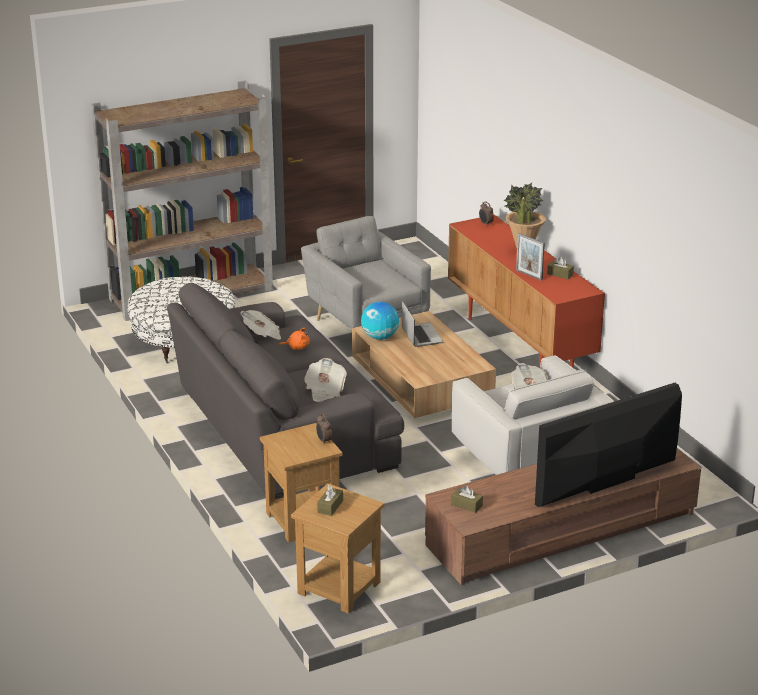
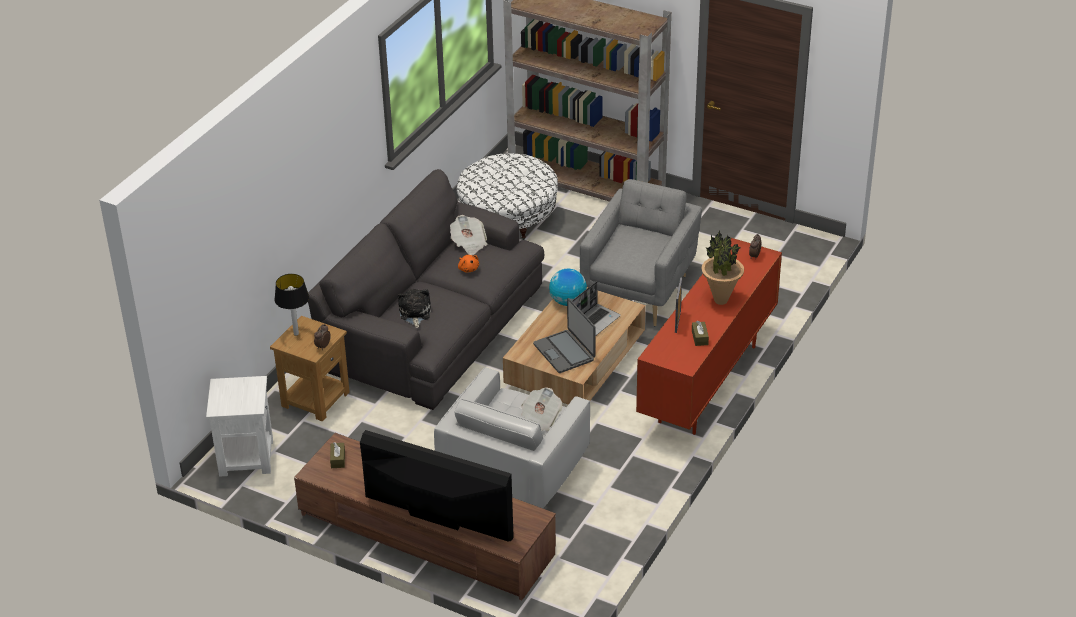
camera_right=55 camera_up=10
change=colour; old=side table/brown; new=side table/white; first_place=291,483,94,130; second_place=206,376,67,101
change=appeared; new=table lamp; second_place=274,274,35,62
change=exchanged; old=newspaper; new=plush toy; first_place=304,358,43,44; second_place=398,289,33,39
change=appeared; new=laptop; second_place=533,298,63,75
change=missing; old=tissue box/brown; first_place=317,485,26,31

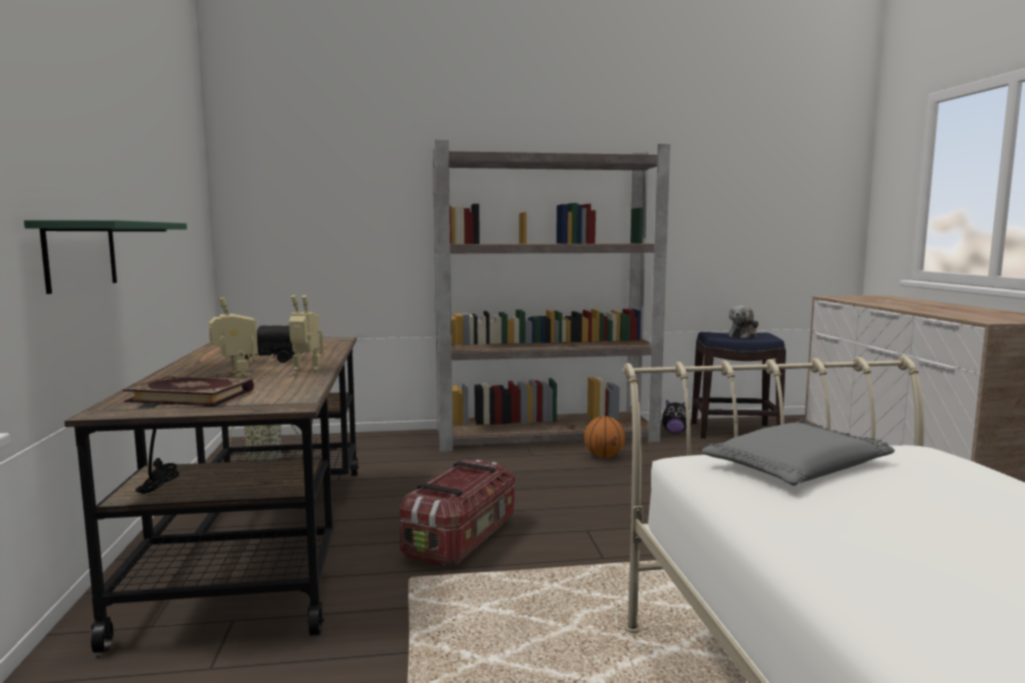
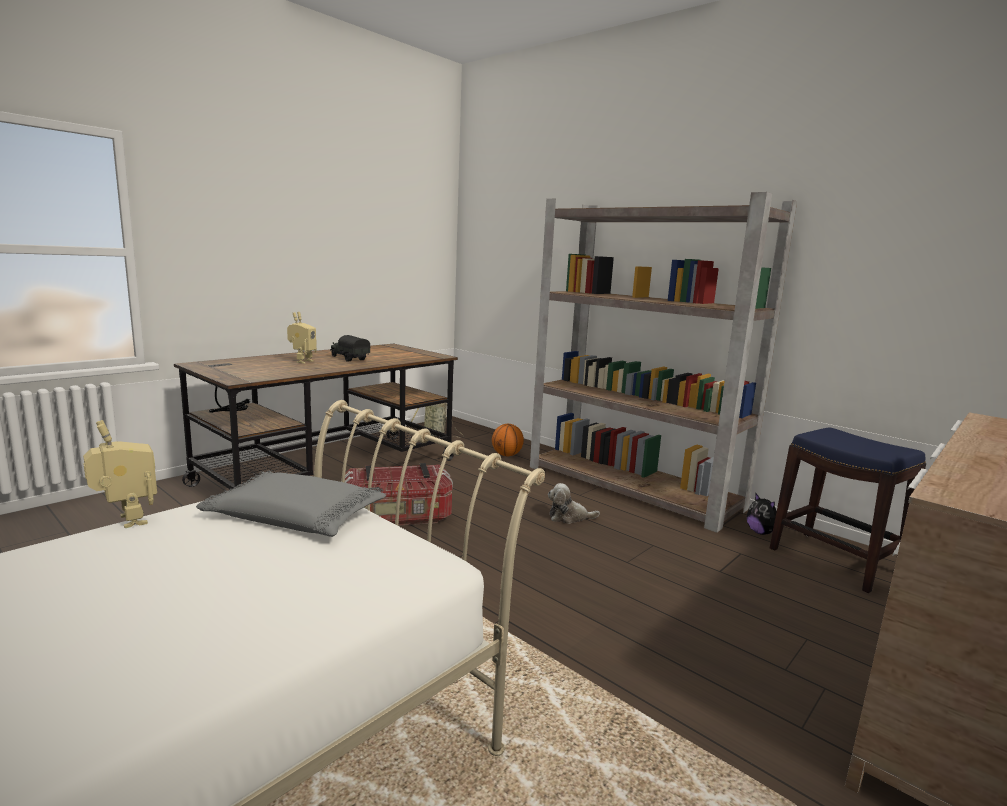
camera_right=50 camera_up=5
change=relocated; old=toy robot; first_place=289,295,35,76; second_place=83,420,74,108
change=relocated; old=basketball; first_place=584,416,41,42; second_place=492,424,32,33
change=relocated; old=plush toy; first_place=728,305,31,33; second_place=548,483,52,41
change=missing; old=shelf/green; first_place=24,220,163,74
change=missing; old=book; first_place=123,376,131,30

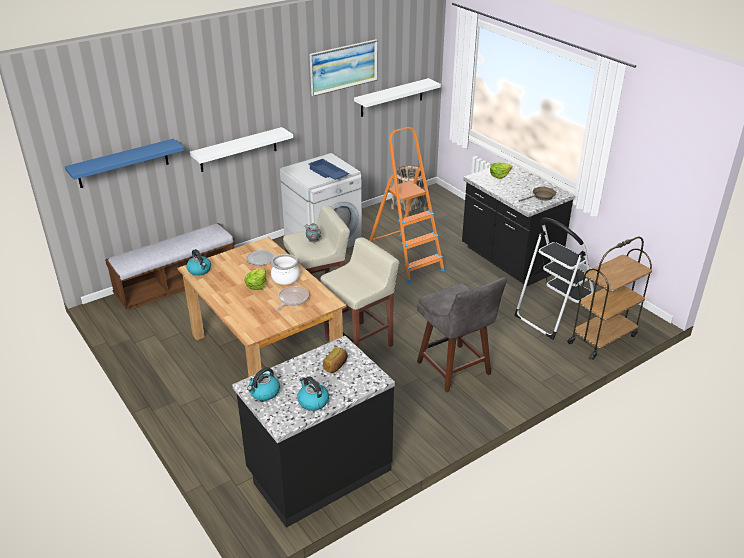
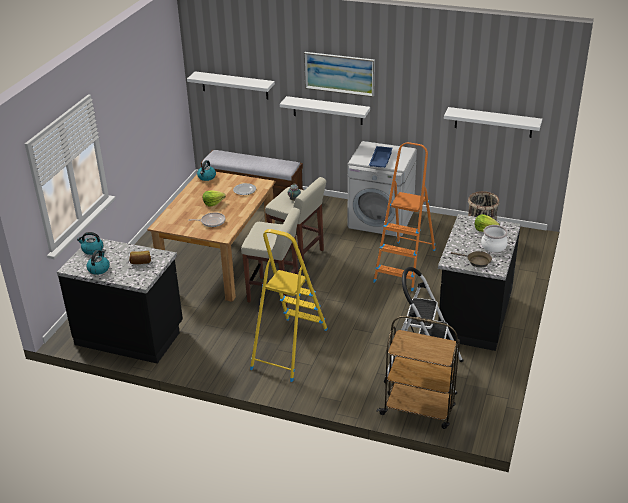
camera_right=55 camera_up=0
change=colour; old=shelf/blue; new=shelf/white; first_place=65,139,119,49; second_place=187,71,88,28
change=exchanged; old=stool/grey; new=step ladder/yellow; first_place=417,277,90,116; second_place=250,229,78,153
change=relocated; old=picture; first_place=310,39,68,57; second_place=304,52,71,45
change=relocated; old=cooking pot; first_place=271,254,29,31; second_place=481,225,27,27

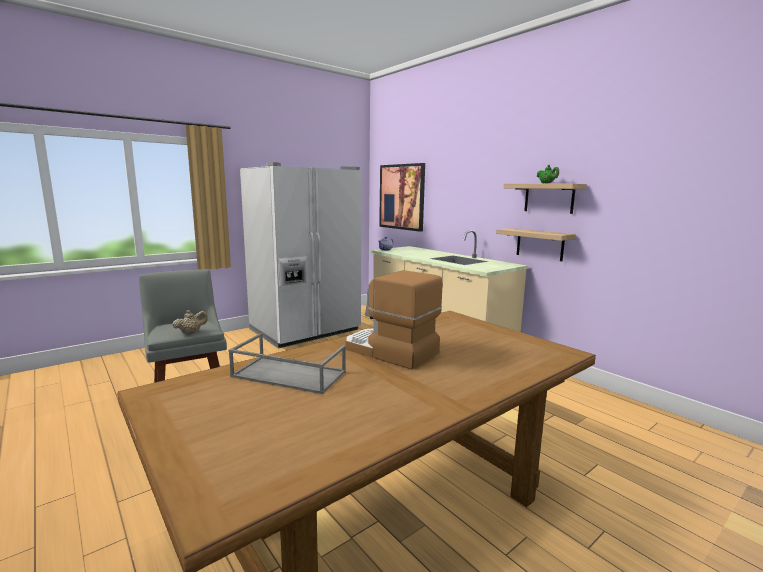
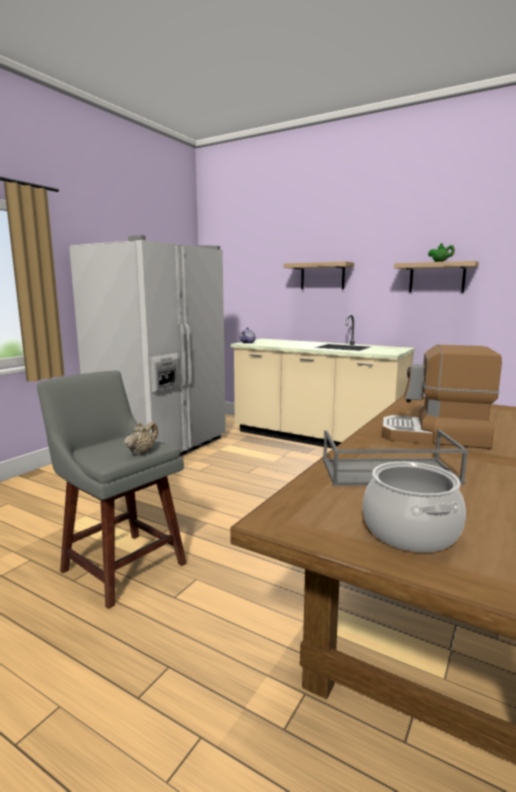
camera_right=-20 camera_up=0
change=relocated; old=shelf; first_place=496,228,80,33; second_place=283,261,71,28
change=appeared; new=cooking pot; second_place=363,462,103,90
change=missing; old=picture; first_place=379,163,46,69

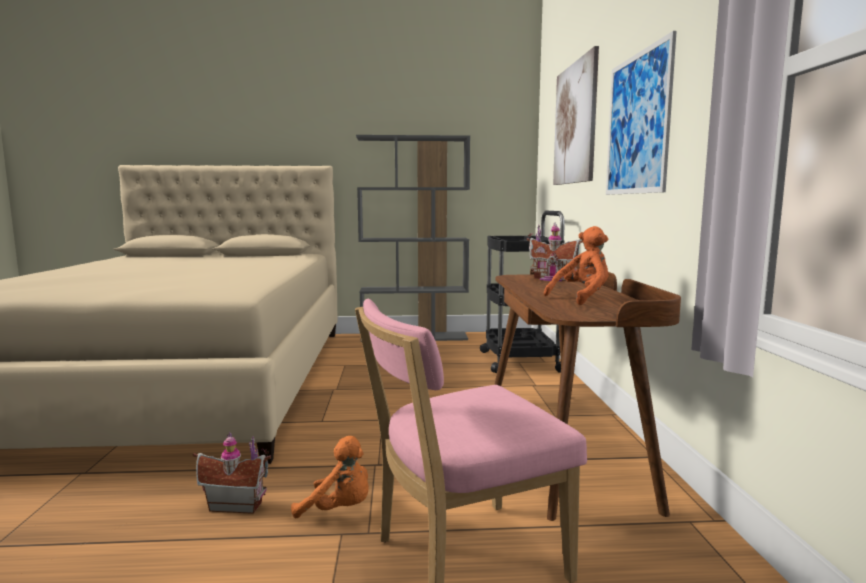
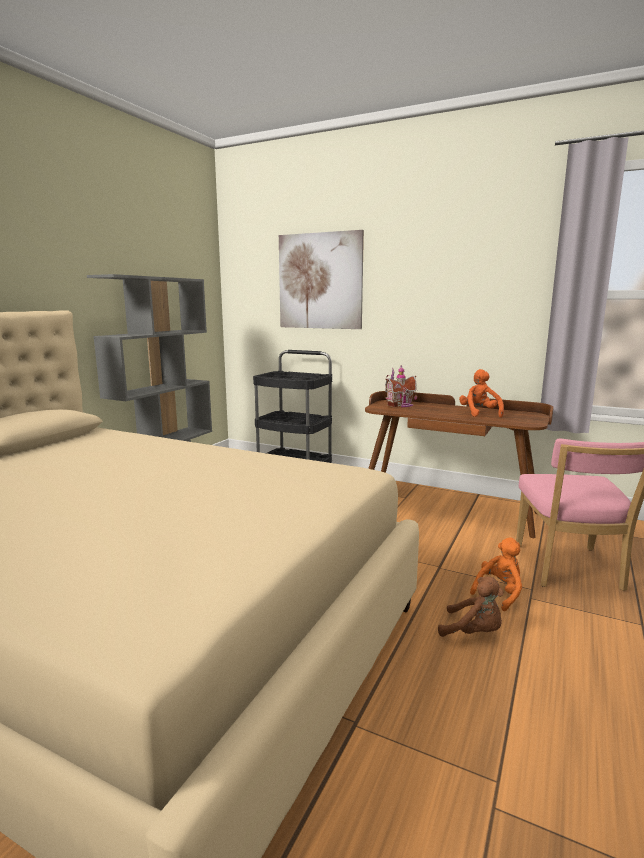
camera_right=-60 camera_up=5
change=exchanged; old=toy house; new=plush toy/brown; first_place=193,432,78,82; second_place=438,577,66,60
change=missing; old=picture; first_place=606,31,71,164

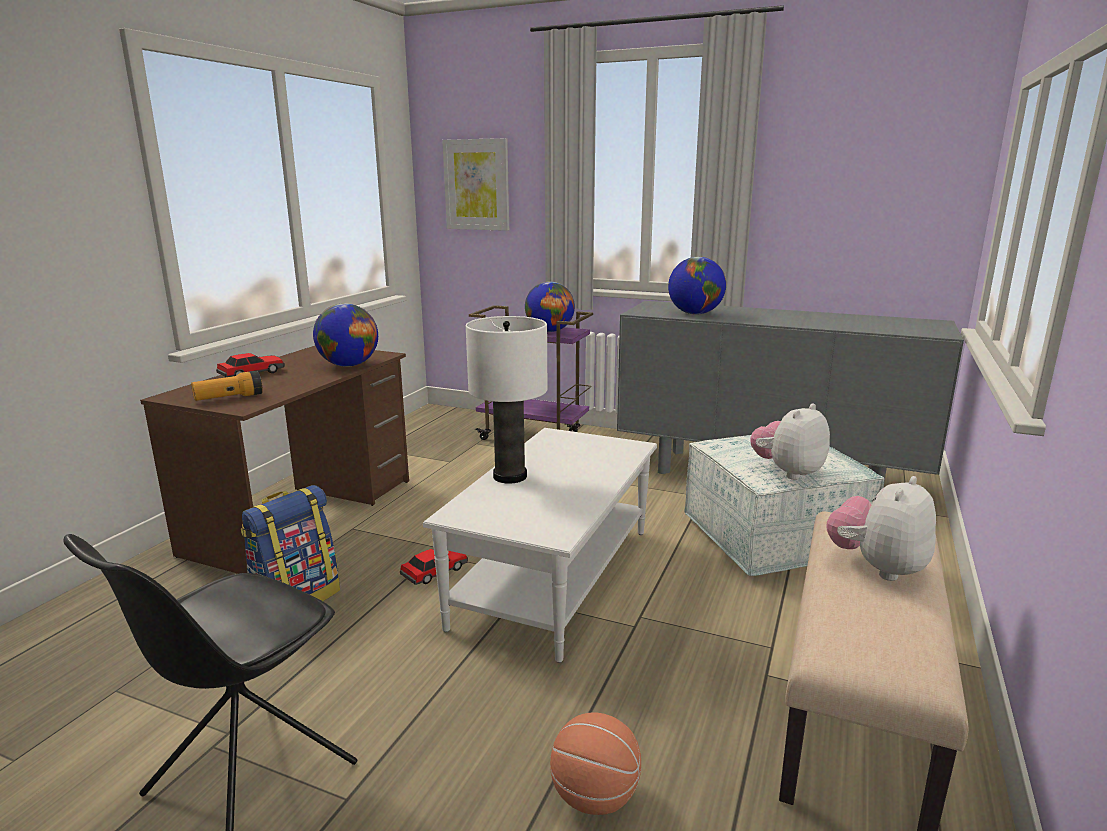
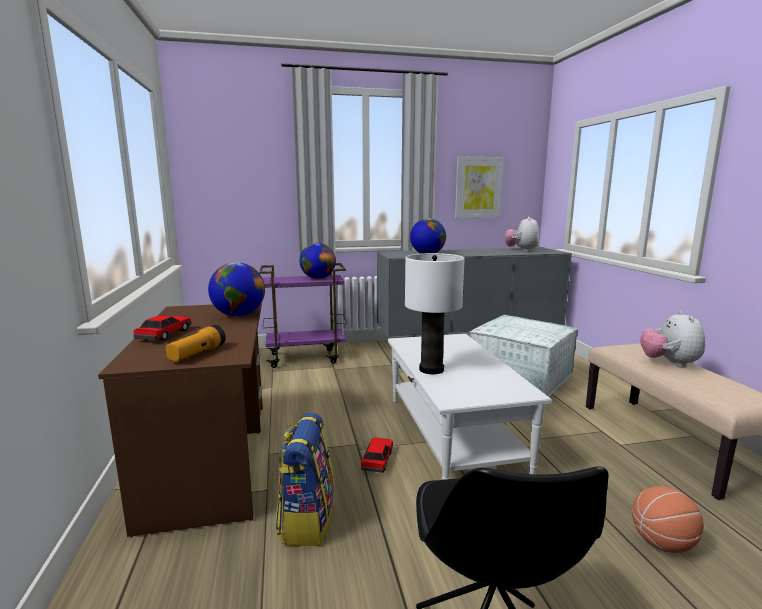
camera_right=-35 camera_up=-5
change=relocated; old=picture; first_place=442,138,67,93; second_place=455,156,49,62
change=relocated; old=plush toy; first_place=750,403,80,77; second_place=505,217,34,35

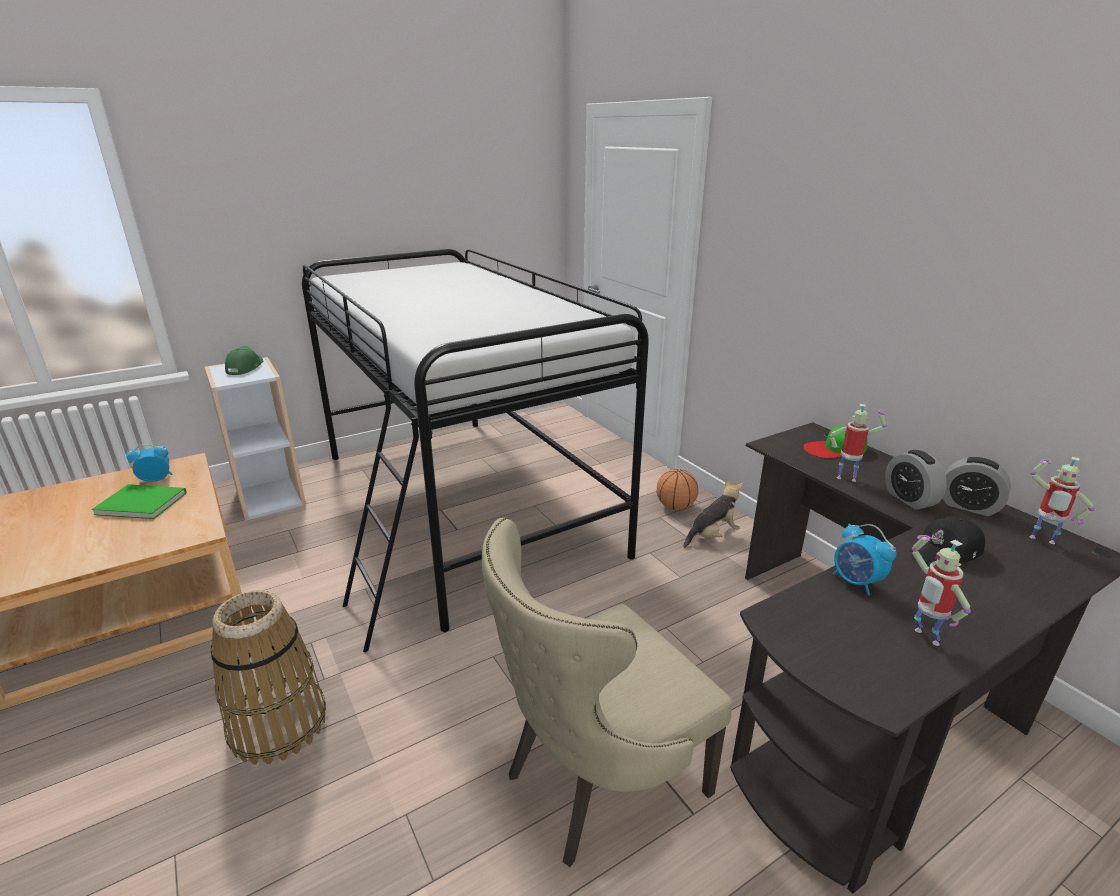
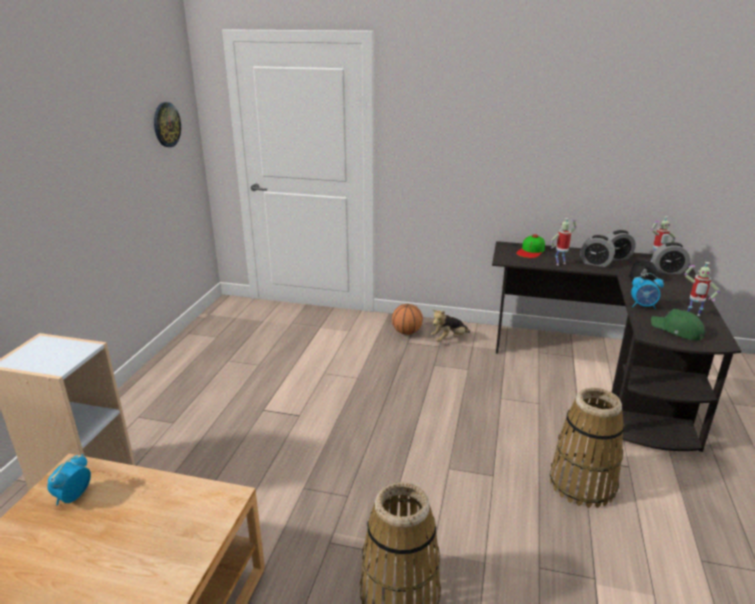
camera_right=-45 camera_up=0
change=appeared; new=wall clock; second_place=154,102,27,45
change=spun; old=plush toy; first_place=683,479,60,69; second_place=431,310,39,32; degrees=-135
change=exchanged; old=chair/beige; new=basket; first_place=482,518,250,349; second_place=550,388,74,120
change=relocated; old=cap/green; first_place=225,346,38,29; second_place=651,309,54,31
change=appeared; new=alarm clock; second_place=652,242,38,32
change=missing; old=book/green; first_place=92,484,95,35
change=missing; old=bed/black; first_place=302,249,347,403

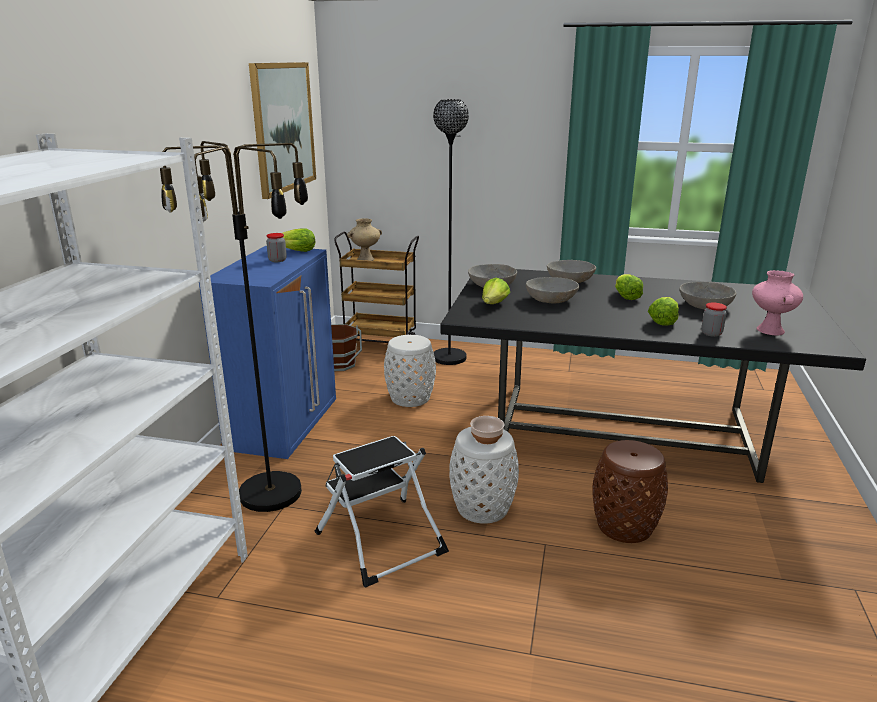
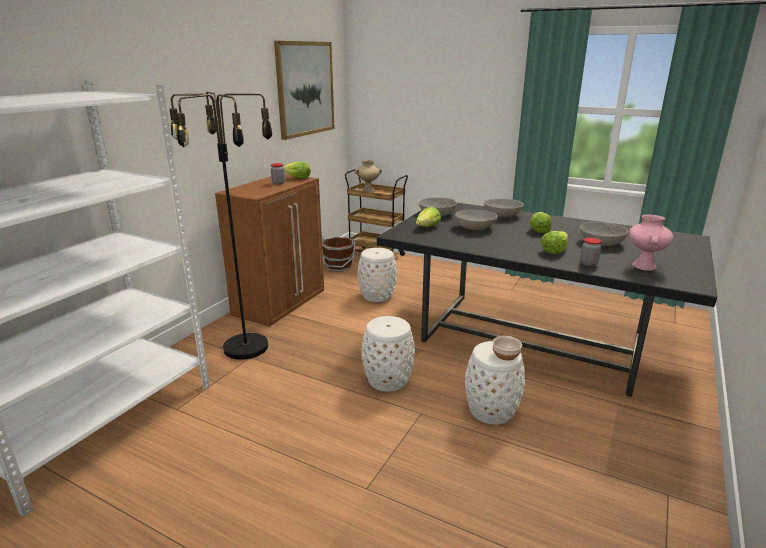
camera_right=15 camera_up=0
change=colour; old=cabinet/blue; new=cabinet/brown; first_place=199,246,137,213; second_place=215,174,109,153
change=colour; old=stool/brown; new=stool/white; first_place=592,440,76,103; second_place=465,341,60,84
change=relocated; old=bowl; first_place=470,416,34,28; second_place=492,336,30,25
change=missing; old=step ladder; first_place=315,436,134,152
change=missing; old=floor lamp/black; first_place=433,99,36,266

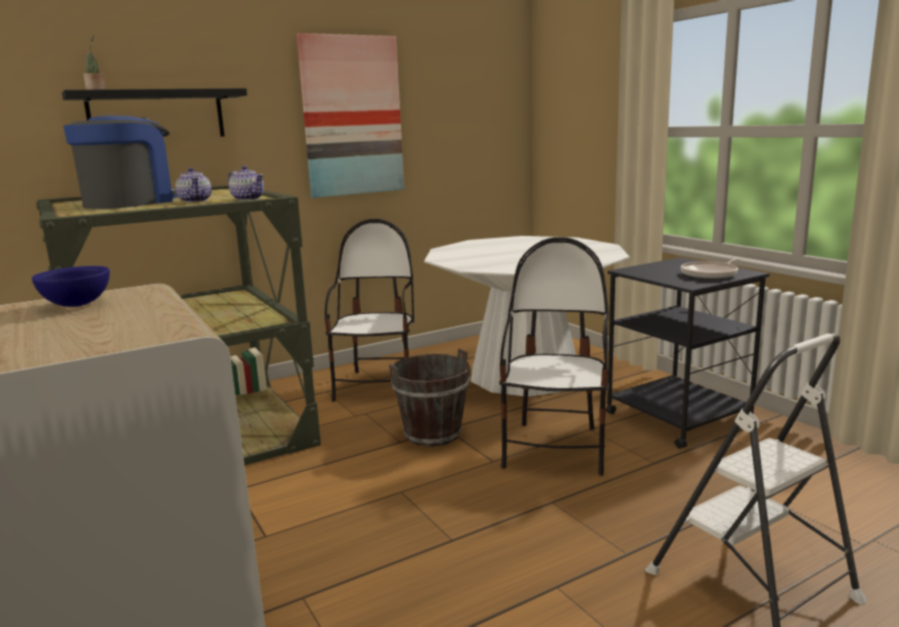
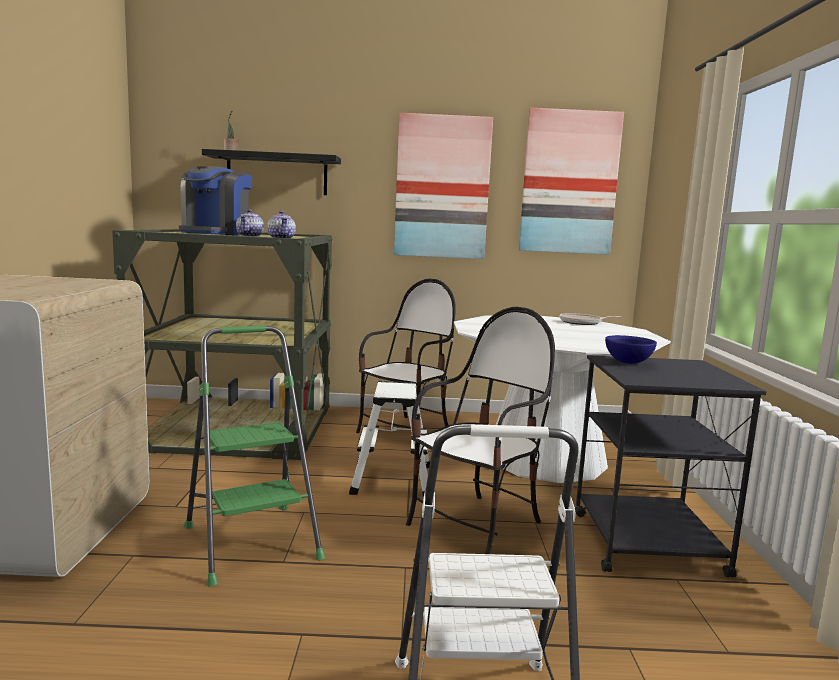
camera_right=30 camera_up=-5
change=spun; old=coffee machine; first_place=63,115,115,94; second_place=179,166,73,69; degrees=135
change=appeared; new=step ladder/green; second_place=184,325,142,262
change=exchanged; old=bucket/brown; new=step ladder/white; first_place=389,349,81,98; second_place=349,381,81,117
change=appeared; new=picture; second_place=519,108,105,147
change=relocated; old=frying pan; first_place=681,257,62,22; second_place=560,313,61,12
change=relocated; old=bowl/blue; first_place=32,266,78,41; second_place=605,335,52,29

